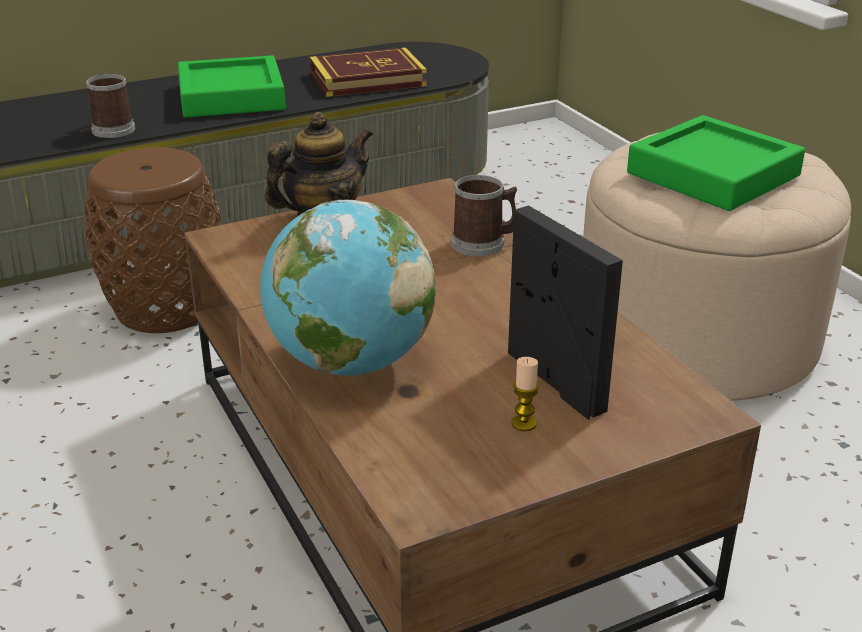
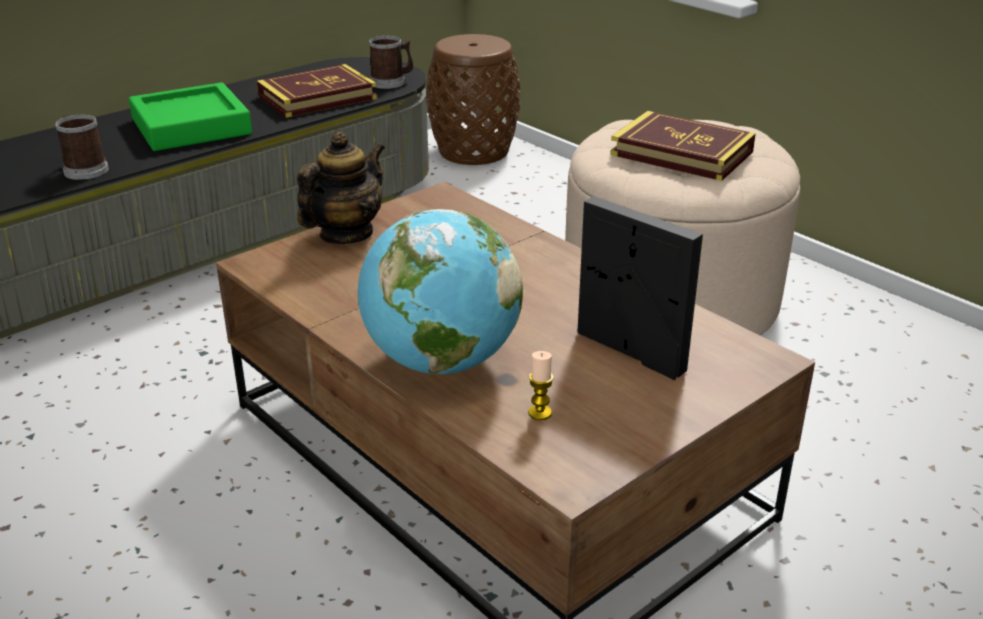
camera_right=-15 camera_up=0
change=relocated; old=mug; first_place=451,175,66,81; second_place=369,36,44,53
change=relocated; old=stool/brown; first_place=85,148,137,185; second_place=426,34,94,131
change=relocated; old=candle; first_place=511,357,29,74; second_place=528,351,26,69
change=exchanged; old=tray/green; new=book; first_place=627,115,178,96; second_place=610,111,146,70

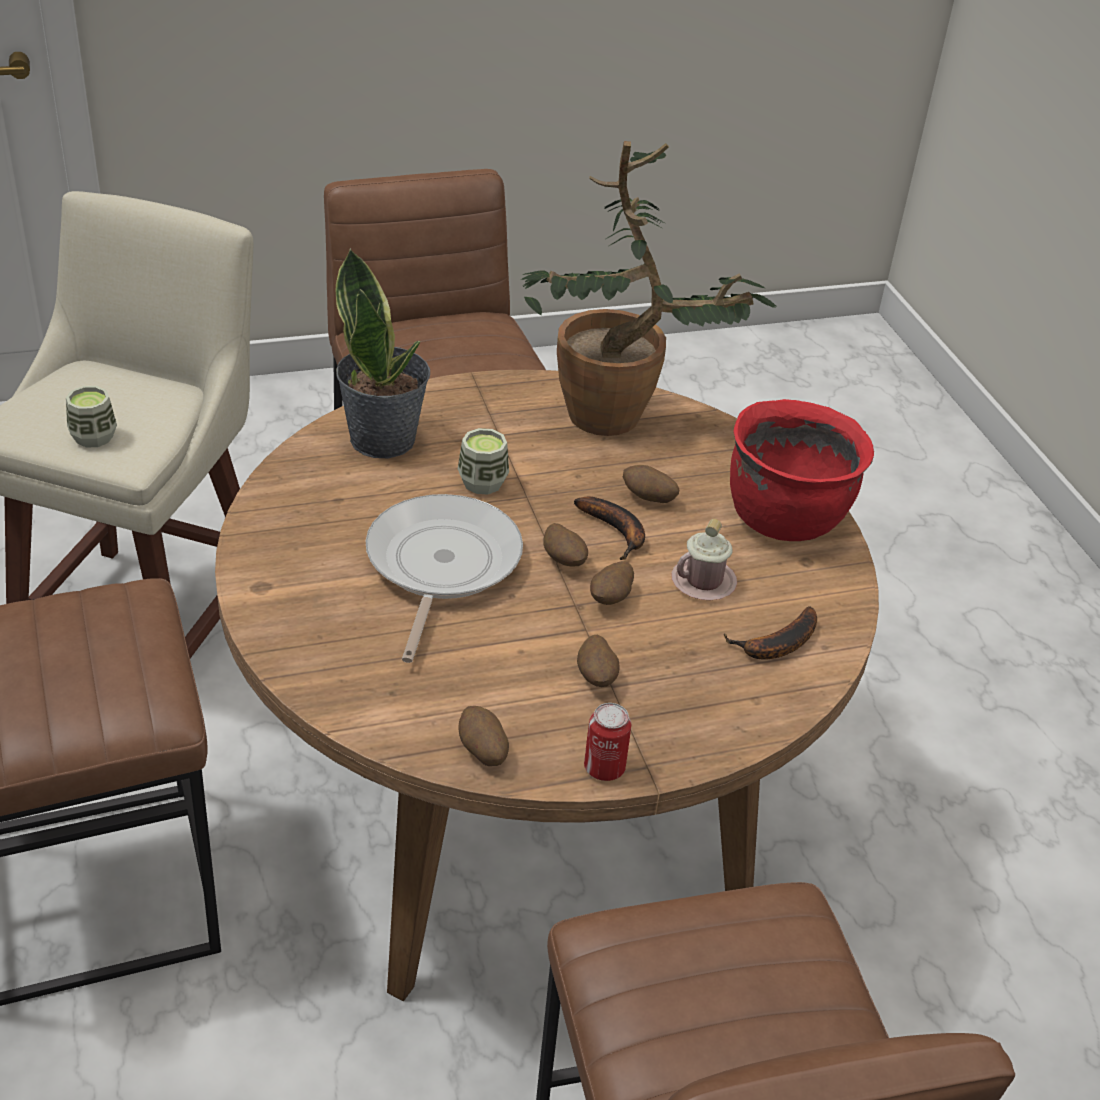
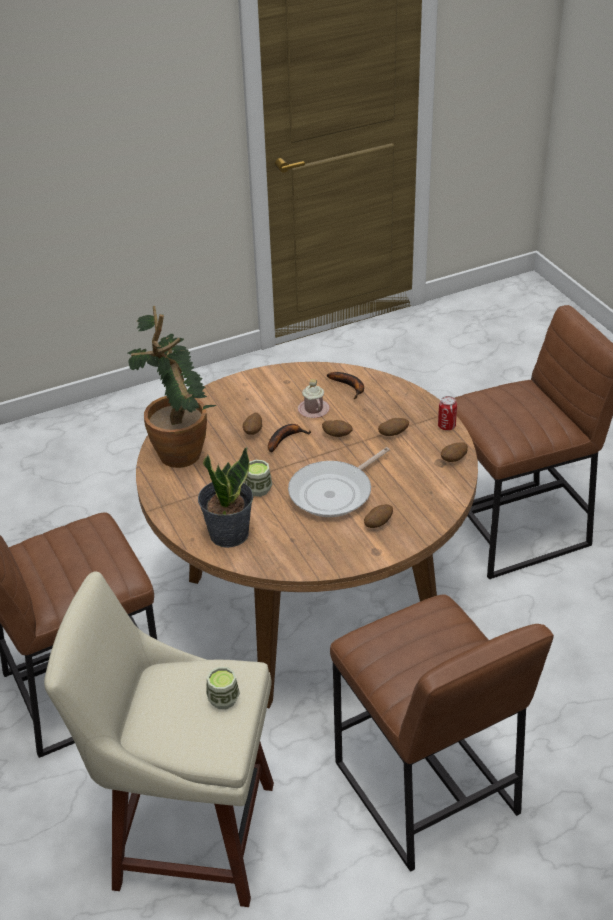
camera_right=-95 camera_up=0
change=spun; old=frying pan; first_place=366,494,157,169; second_place=288,447,102,70; degrees=-45
change=relocated; old=potato; first_place=543,523,45,43; second_place=364,504,29,24
change=missing; old=cooking pot/red; first_place=730,399,144,142

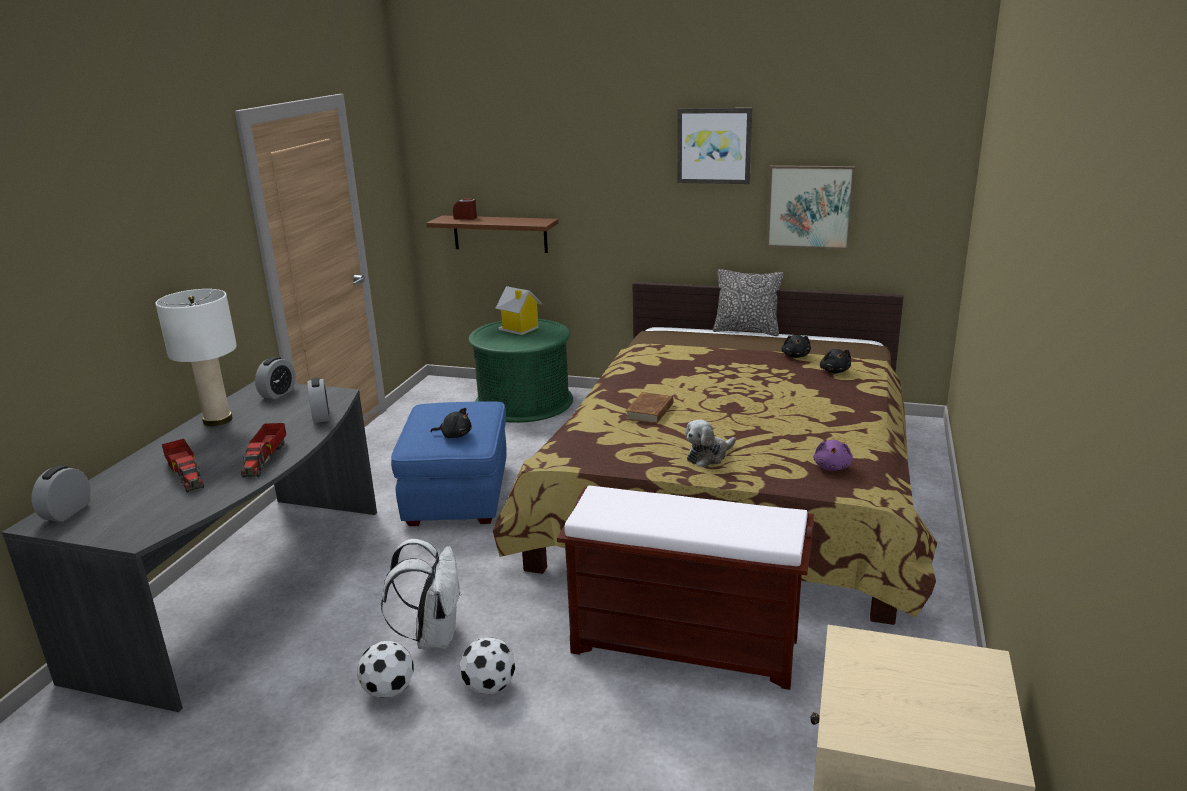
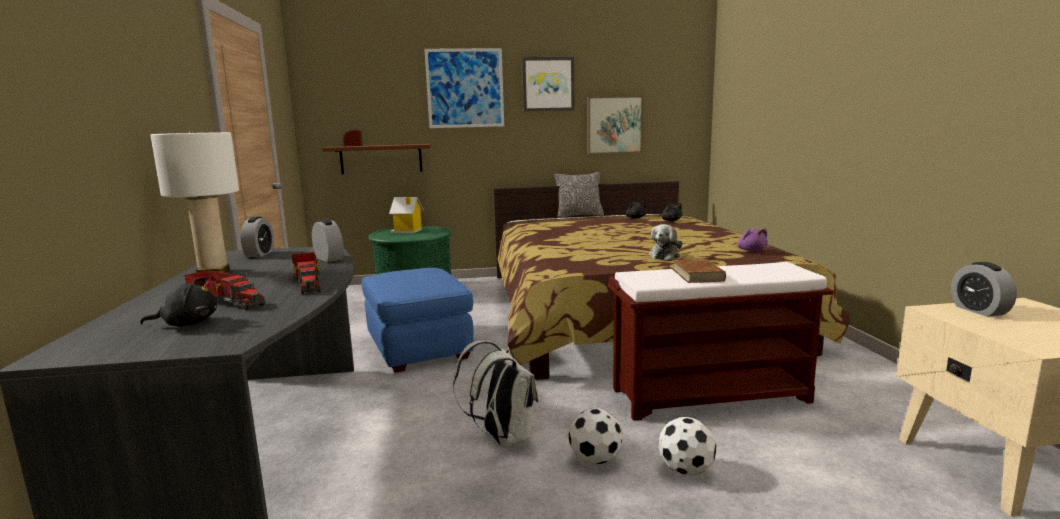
camera_right=-25 camera_up=-10
change=relocated; old=plush toy/black; first_place=431,408,41,30; second_place=140,277,77,49
change=appeared; new=picture; second_place=425,48,79,80
change=relocated; old=football; first_place=357,641,57,57; second_place=658,417,58,59
change=relocated; old=book/brown; first_place=625,392,48,32; second_place=673,259,53,24
change=relocated; old=alarm clock; first_place=31,465,59,57; second_place=951,262,66,55

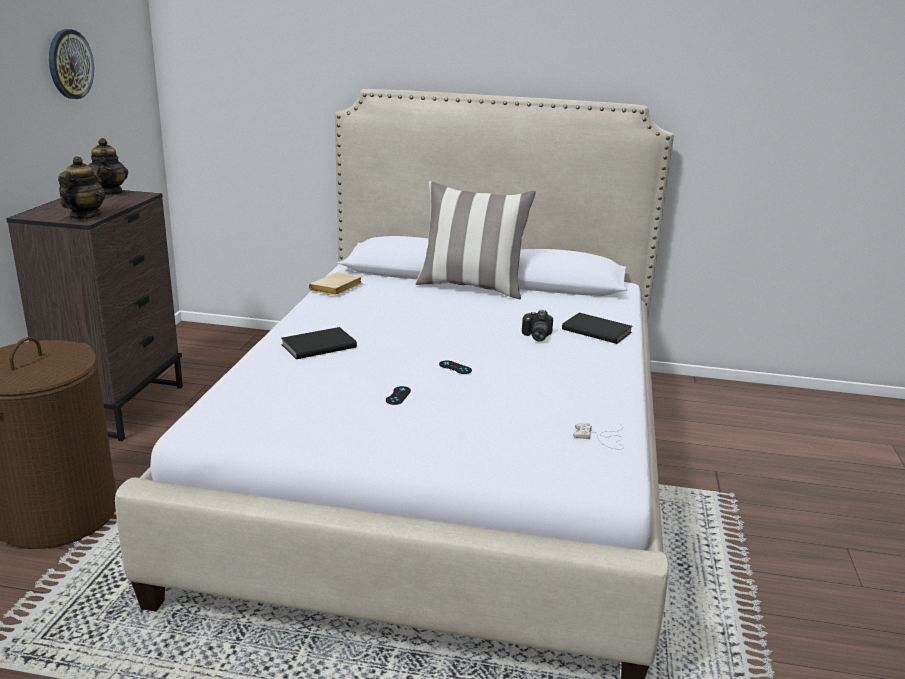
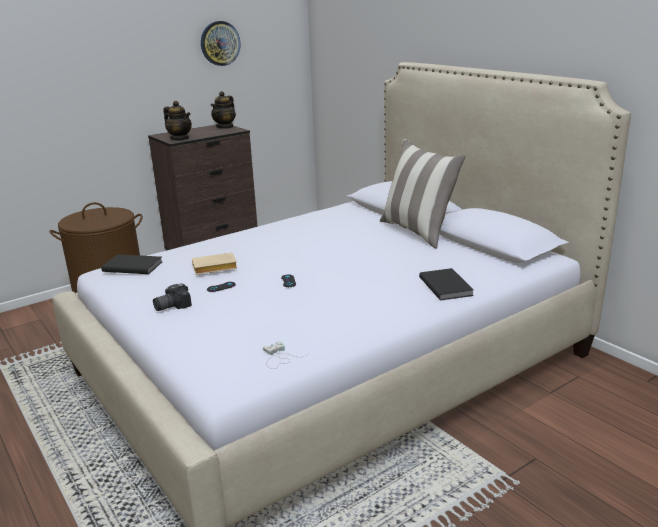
camera_right=45 camera_up=0
change=relocated; old=book/black; first_place=281,327,76,32; second_place=101,254,61,20
change=relocated; old=photo camera; first_place=522,310,31,32; second_place=153,283,39,28
change=spun; old=teapot; first_place=58,156,47,63; second_place=163,101,29,39; degrees=75
change=relocated; old=book/beige; first_place=309,272,54,24; second_place=192,253,45,22

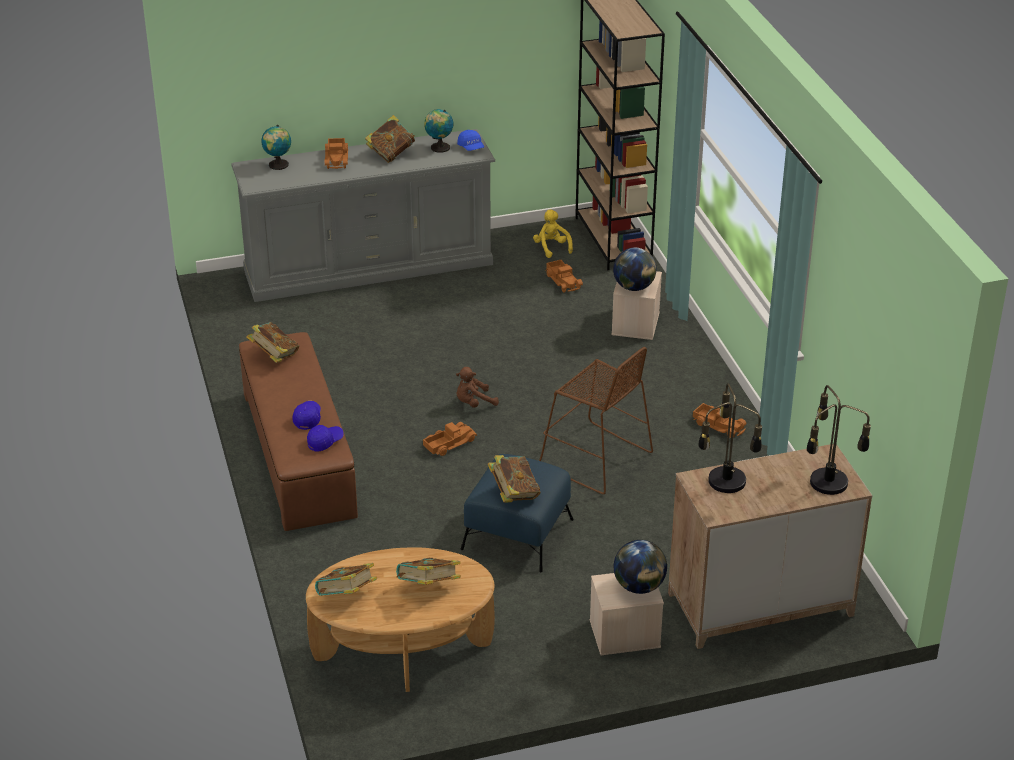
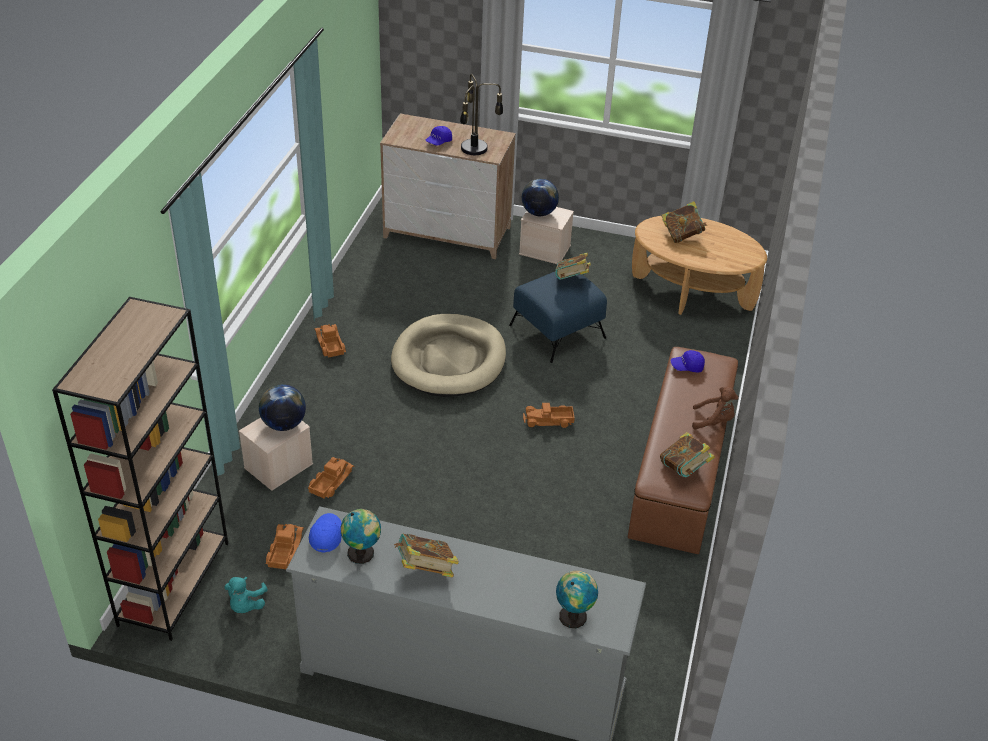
camera_right=-150 camera_up=5
change=colour; old=plush toy/yellow; new=plush toy/turquoise; first_place=533,209,40,49; second_place=224,577,44,36
change=relocated; old=toy truck; first_place=325,138,23,31; second_place=308,457,46,41
change=exchanged; old=stool/brown; new=dog bed/beige; first_place=539,347,114,147; second_place=391,314,115,83
change=relocated; old=cap/blue; first_place=292,401,29,29; second_place=425,126,27,20
change=relocated; old=plush toy/brown; first_place=456,367,43,41; second_place=692,387,46,43
change=missing; old=book; first_place=315,563,62,33
change=missing; old=table lamp; first_place=807,385,64,110

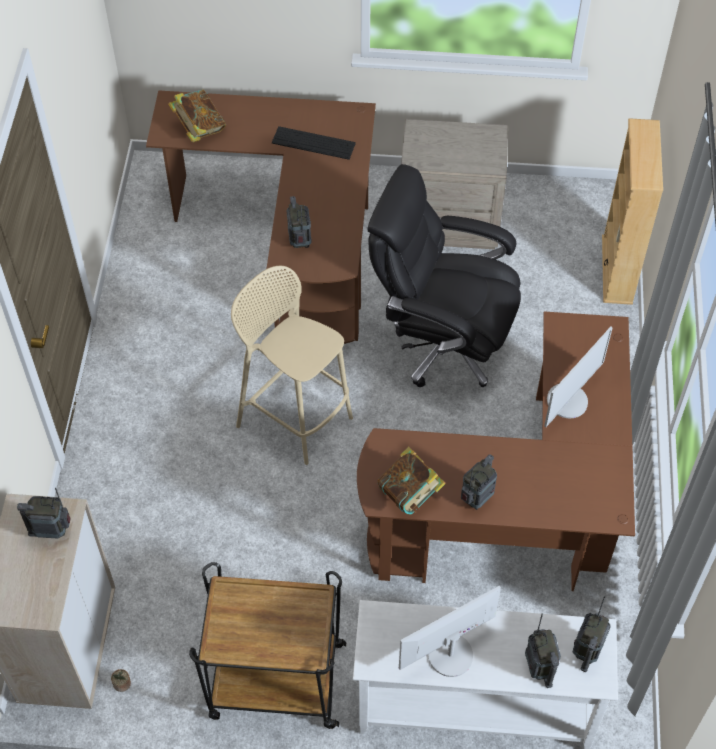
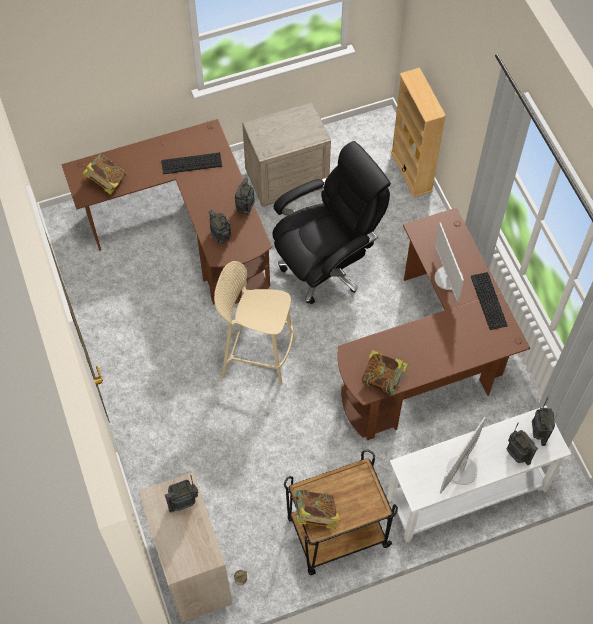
camera_right=-25 camera_up=5
change=relocated; old=radio; first_place=461,454,36,56; second_place=235,178,20,37
change=spun; old=office chair/black; first_place=368,164,153,223; second_place=273,141,118,163; degrees=150
change=appeared; new=book; second_place=292,490,48,39
change=spun; old=monitor; first_place=544,326,69,101; second_place=434,222,30,80; degrees=150
change=appeared; new=keyboard; second_place=471,272,37,58

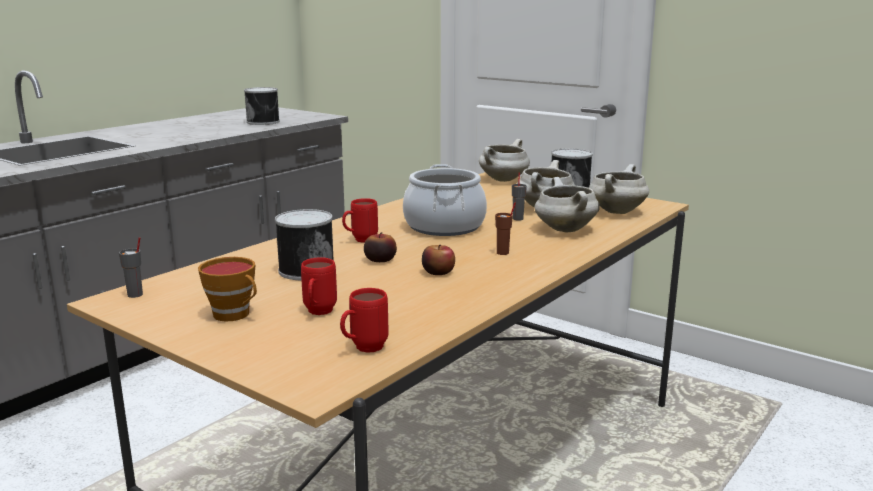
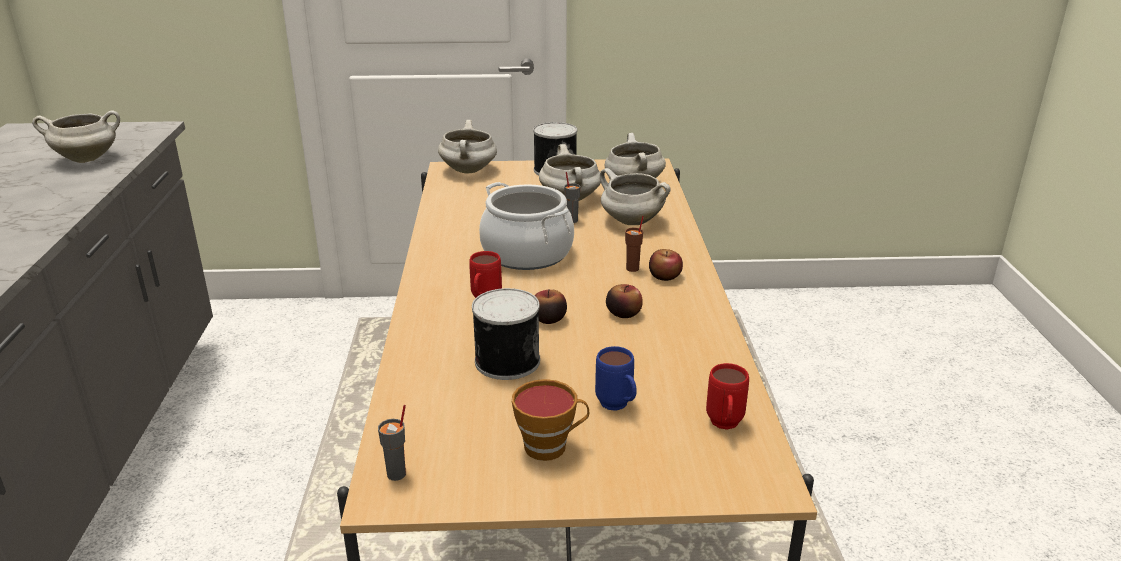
camera_right=-40 camera_up=10
change=exchanged; old=can; new=cooking pot/white; first_place=244,87,36,38; second_place=32,110,88,53
change=colour; old=mug/red; new=mug/blue; first_place=301,257,36,58; second_place=595,346,42,65
change=appeared; new=apple; second_place=649,249,34,32

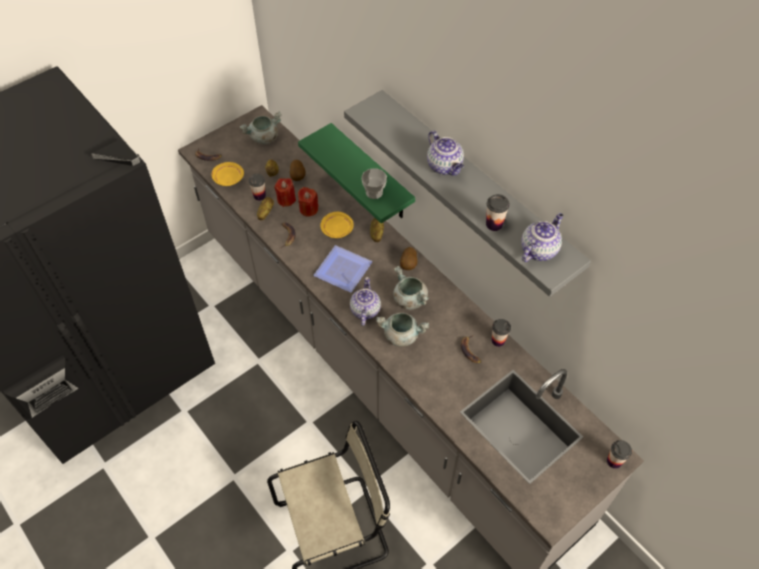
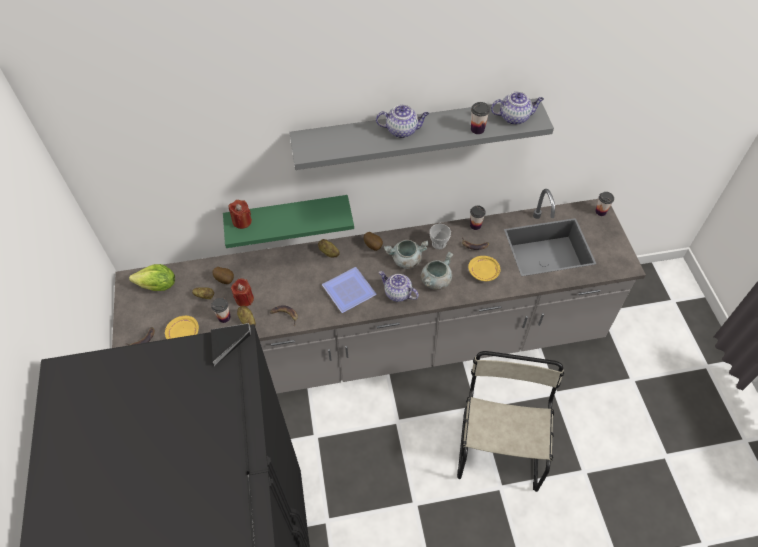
camera_right=-60 camera_up=0
change=exchanged; old=cooking pot/grey; new=lettuce; first_place=239,111,43,33; second_place=129,264,46,27
change=relocated; old=candle/red; first_place=298,187,21,30; second_place=228,200,24,29
change=relocated; old=cup; first_place=362,168,25,31; second_place=429,224,22,25
change=relocated; old=plate/yellow; first_place=320,212,34,26; second_place=468,256,32,25
change=spun; old=teapot; first_place=521,213,42,49; second_place=491,92,53,33; degrees=105

